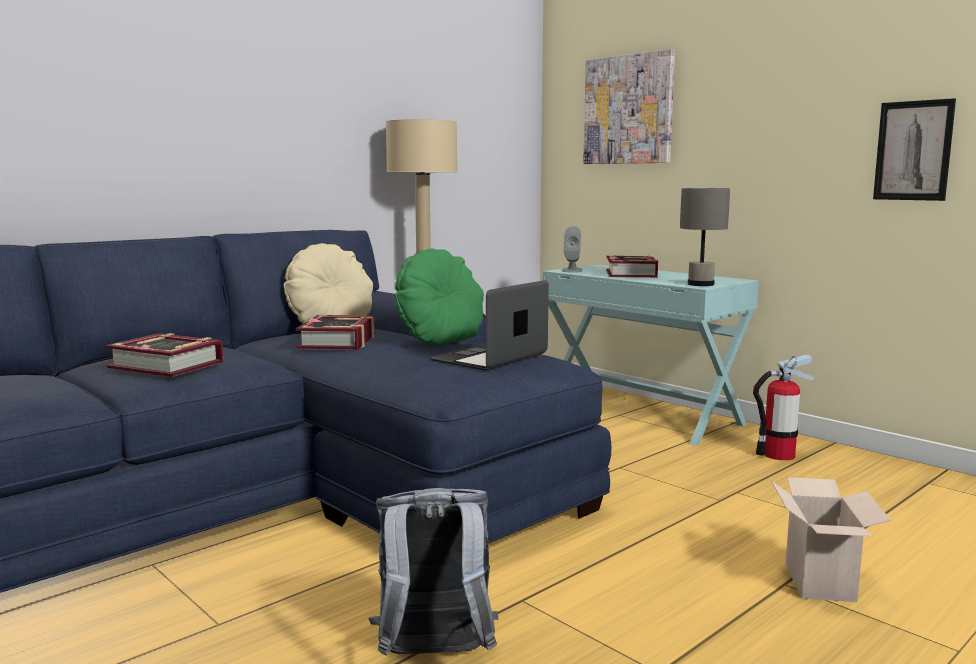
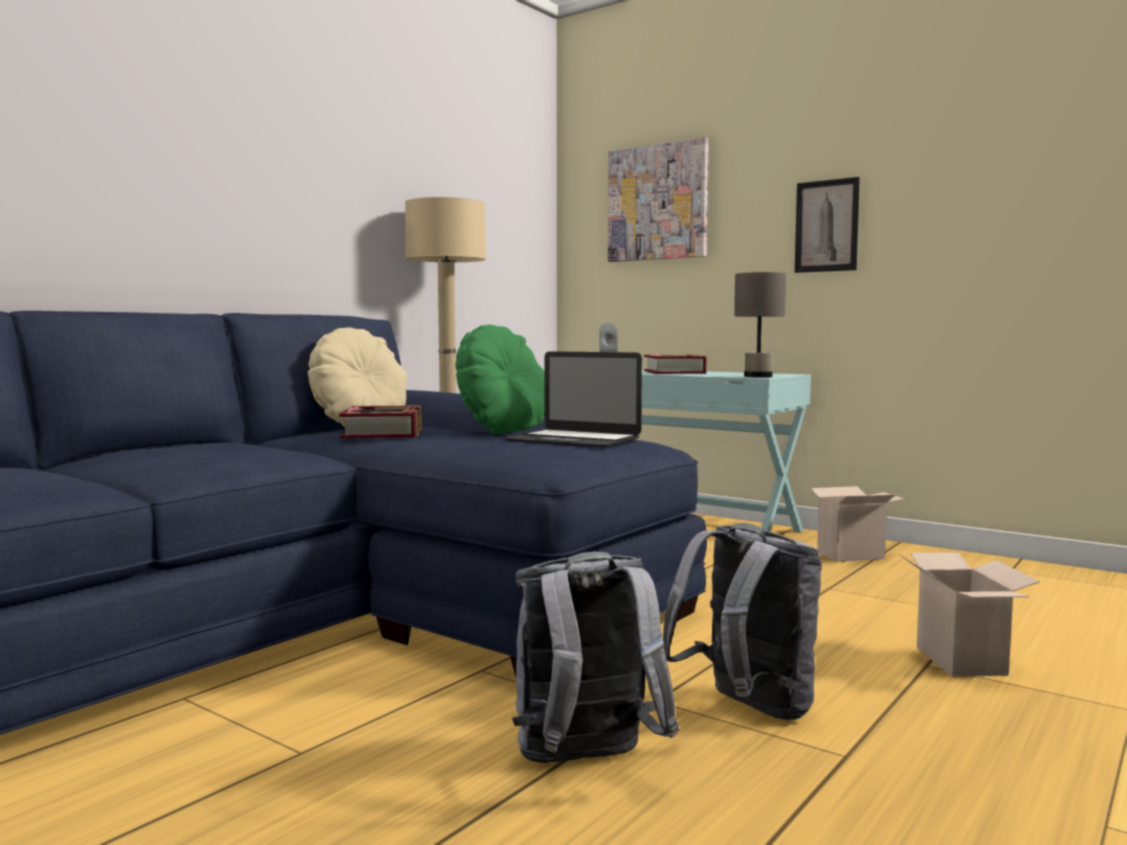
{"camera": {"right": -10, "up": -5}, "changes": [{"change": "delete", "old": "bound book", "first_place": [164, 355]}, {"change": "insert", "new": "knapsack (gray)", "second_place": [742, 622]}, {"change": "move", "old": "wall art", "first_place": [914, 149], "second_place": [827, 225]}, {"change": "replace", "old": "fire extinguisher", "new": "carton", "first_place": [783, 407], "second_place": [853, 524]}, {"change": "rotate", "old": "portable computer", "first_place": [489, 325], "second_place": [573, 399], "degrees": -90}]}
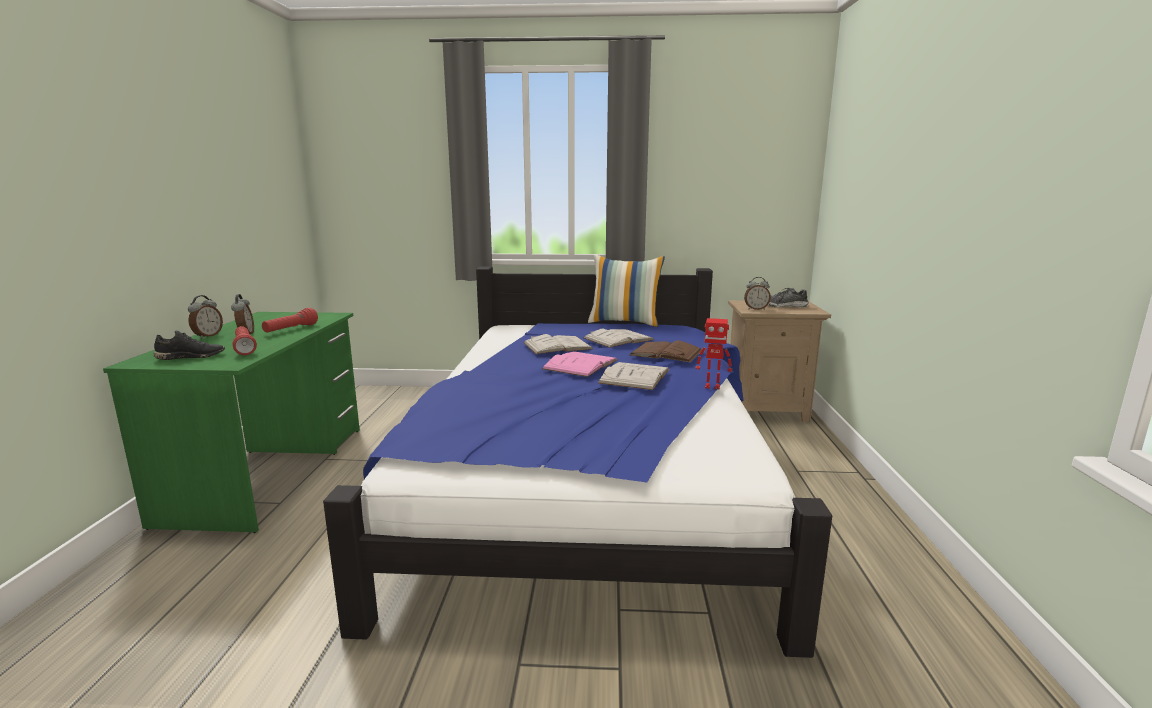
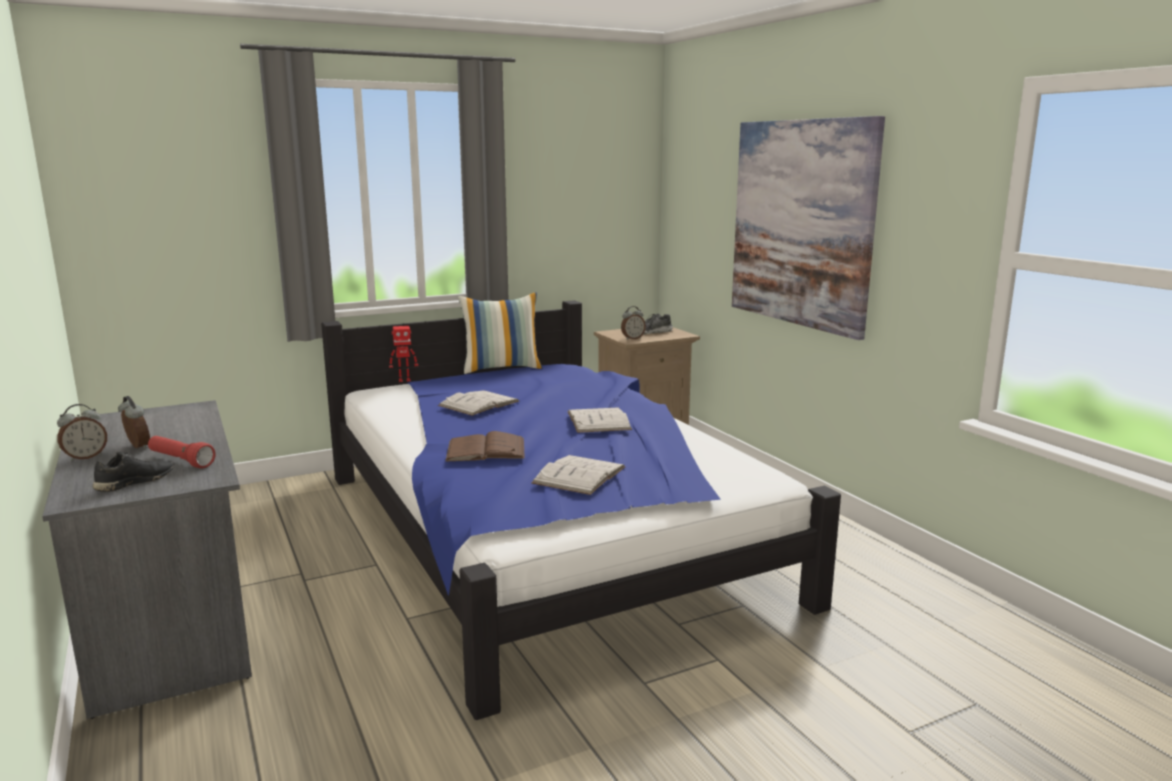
{"camera": {"right": -30, "up": 0}, "changes": [{"change": "delete", "old": "torch (red-coloured)", "first_place": [290, 320]}, {"change": "delete", "old": "bound book (pinkish)", "first_place": [579, 364]}, {"change": "insert", "new": "wall art", "second_place": [808, 228]}, {"change": "move", "old": "bound book (whitish)", "first_place": [619, 338], "second_place": [578, 475]}, {"change": "move", "old": "bound book (brown-coloured)", "first_place": [666, 351], "second_place": [485, 446]}, {"change": "move", "old": "toy robot", "first_place": [714, 354], "second_place": [403, 354]}, {"change": "recolor", "old": "desk table (green-coloured)", "new": "desk table (gray)", "first_place": [231, 422], "second_place": [147, 559]}, {"change": "rotate", "old": "table clock", "first_place": [205, 317], "second_place": [82, 432], "degrees": 60}]}
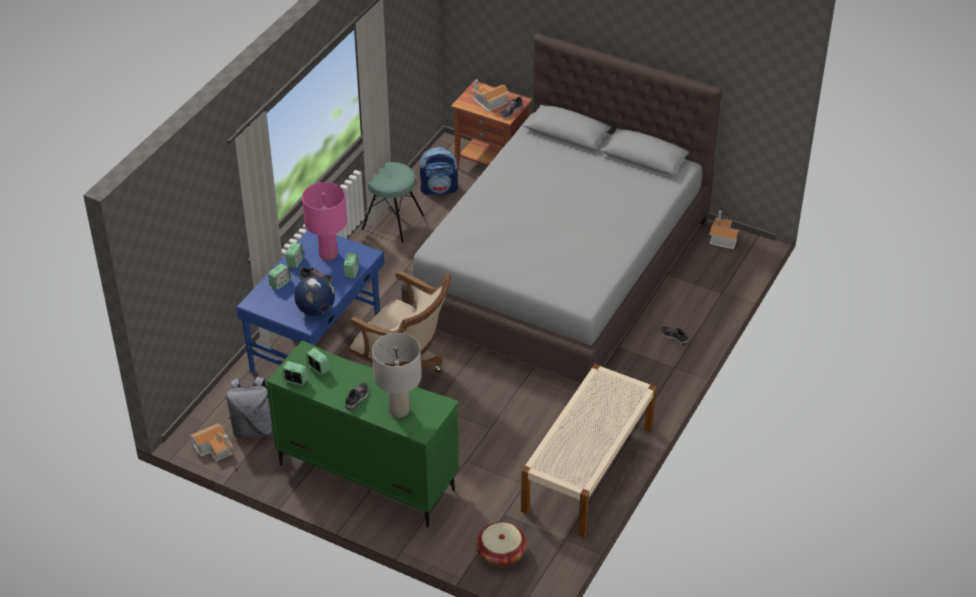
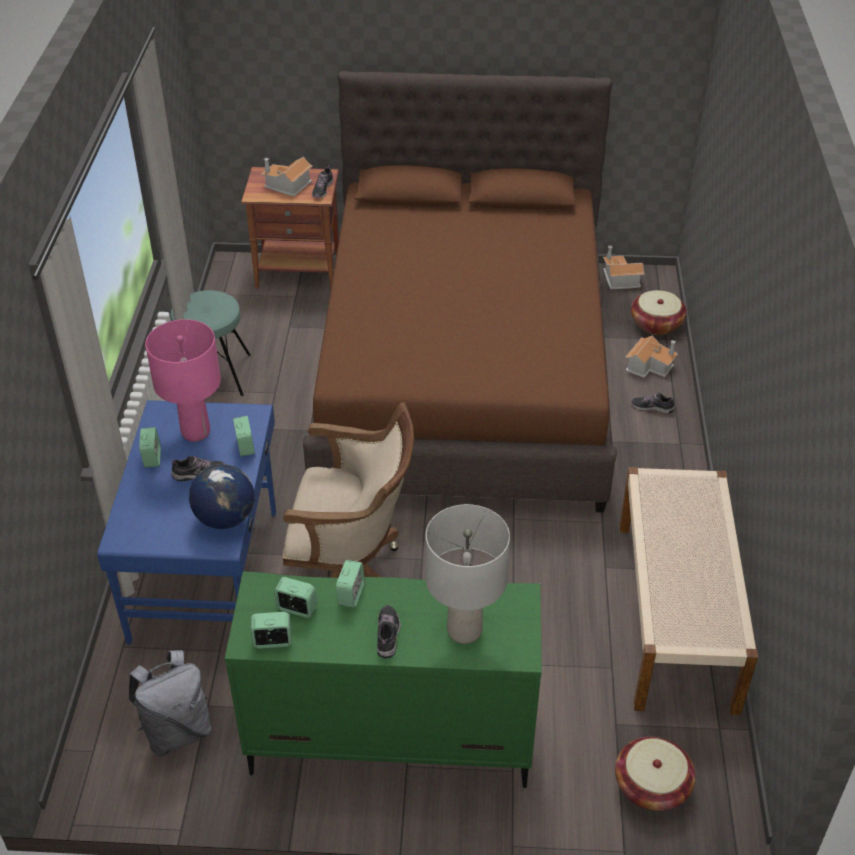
{"camera": {"right": -25, "up": 0}, "changes": [{"change": "delete", "old": "knapsack", "first_place": [439, 171]}, {"change": "insert", "new": "storage basket", "second_place": [659, 312]}, {"change": "move", "old": "model house", "first_place": [211, 443], "second_place": [652, 357]}, {"change": "move", "old": "table clock", "first_place": [279, 276], "second_place": [350, 584]}, {"change": "recolor", "old": "bed (gray)", "new": "bed (brown-coloured)", "first_place": [561, 213], "second_place": [460, 291]}]}
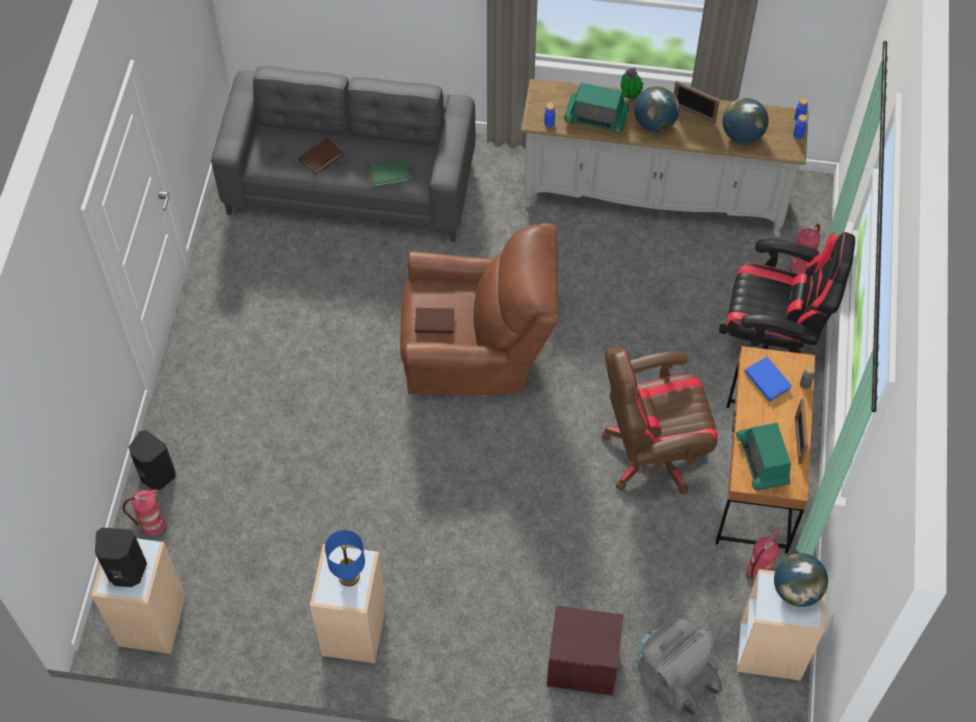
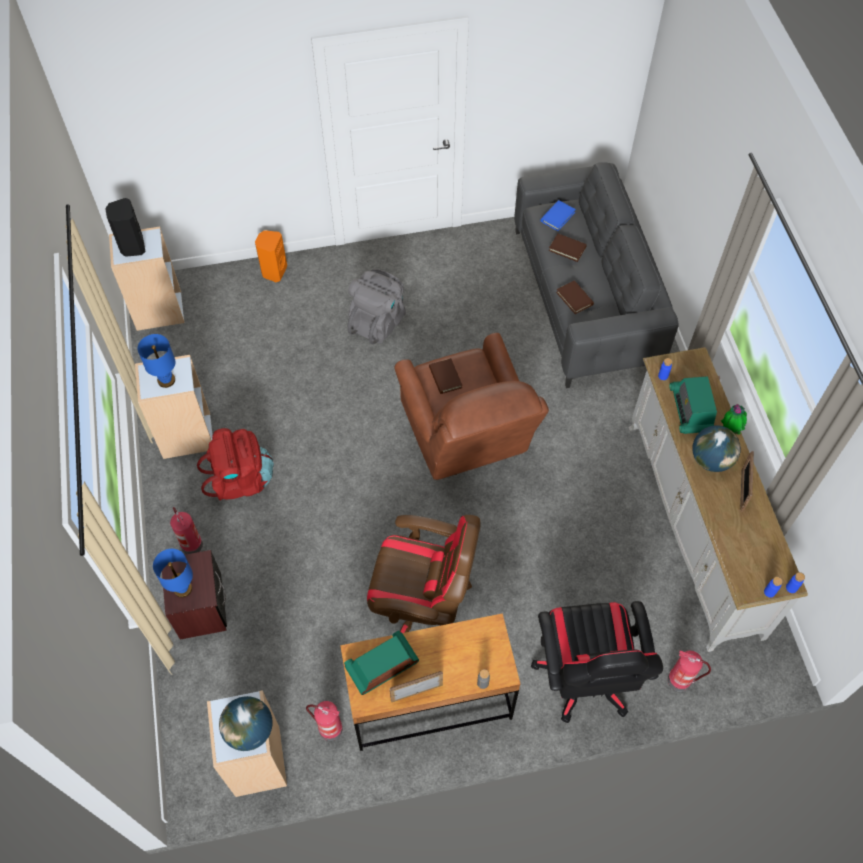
{"camera": {"right": 70, "up": 0}, "changes": [{"change": "delete", "old": "world globe", "first_place": [745, 121]}, {"change": "insert", "new": "table lamp (blue-coloured)", "second_place": [173, 573]}, {"change": "insert", "new": "knapsack (red-coloured)", "second_place": [235, 464]}, {"change": "move", "old": "fire extinguisher", "first_place": [145, 514], "second_place": [186, 530]}, {"change": "move", "old": "knapsack (gray)", "first_place": [679, 666], "second_place": [376, 306]}, {"change": "move", "old": "bound book (blue-coloured)", "first_place": [768, 379], "second_place": [558, 215]}, {"change": "recolor", "old": "audio speaker (black-coloured)", "new": "audio speaker (orangey)", "first_place": [152, 460], "second_place": [271, 256]}, {"change": "recolor", "old": "bound book (green-coloured)", "new": "bound book (brown-coloured)", "first_place": [389, 173], "second_place": [575, 297]}, {"change": "rotate", "old": "desk chair (brown-coloured)", "first_place": [660, 420], "second_place": [423, 574], "degrees": 135}]}
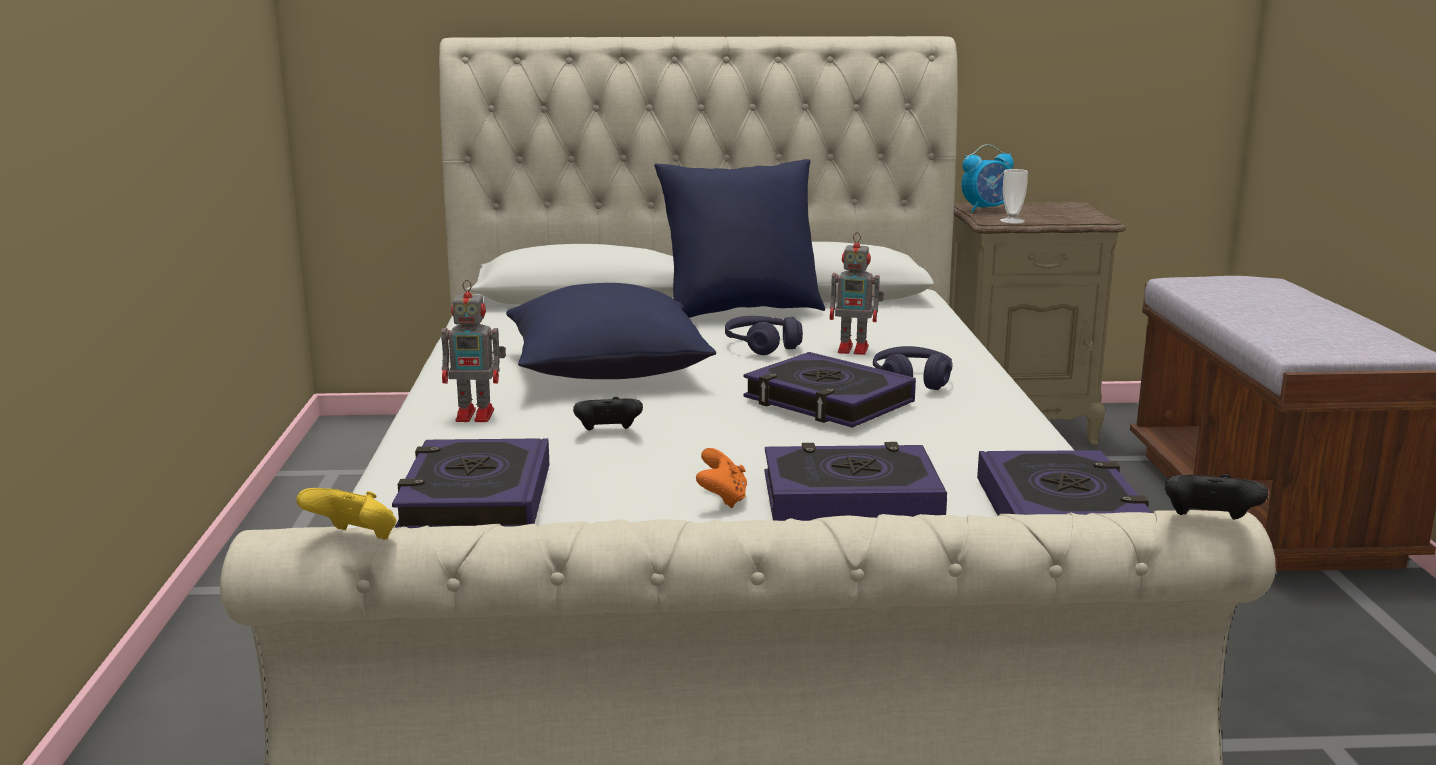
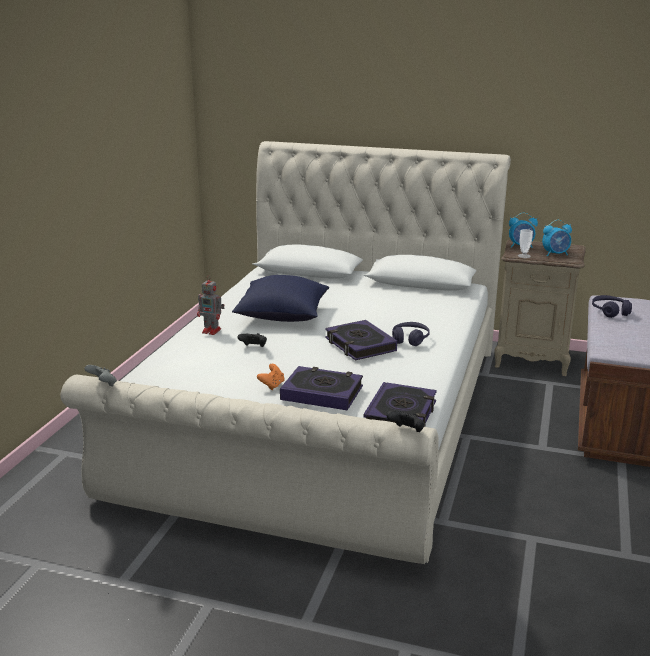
{"camera": {"right": 20, "up": 5}, "changes": [{"change": "delete", "old": "bound book", "first_place": [470, 483]}, {"change": "delete", "old": "pillow (blue-coloured)", "first_place": [739, 238]}, {"change": "delete", "old": "toy robot", "first_place": [856, 293]}, {"change": "insert", "new": "table clock", "second_place": [557, 238]}, {"change": "move", "old": "headphones (purple)", "first_place": [764, 335], "second_place": [612, 306]}, {"change": "recolor", "old": "game controller (yellow-coloured)", "new": "game controller (gray)", "first_place": [346, 514], "second_place": [100, 375]}]}
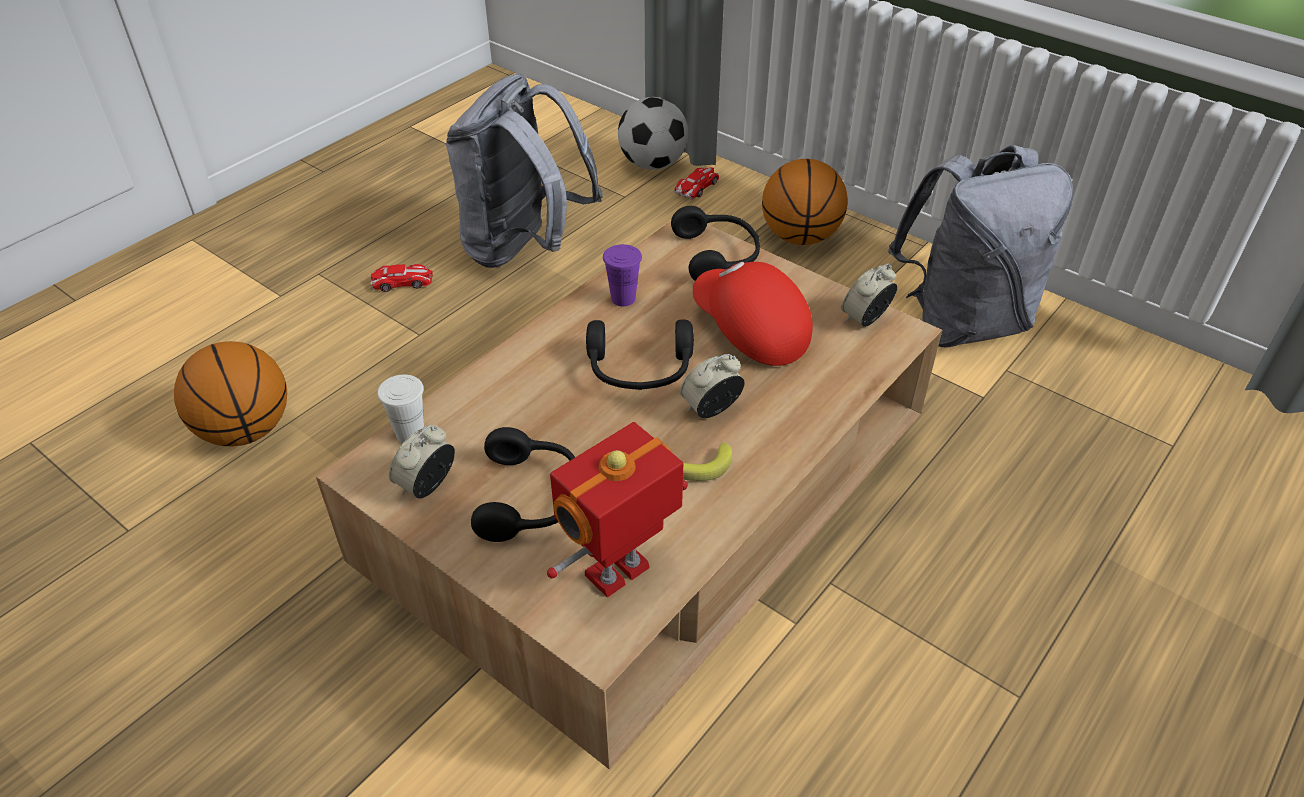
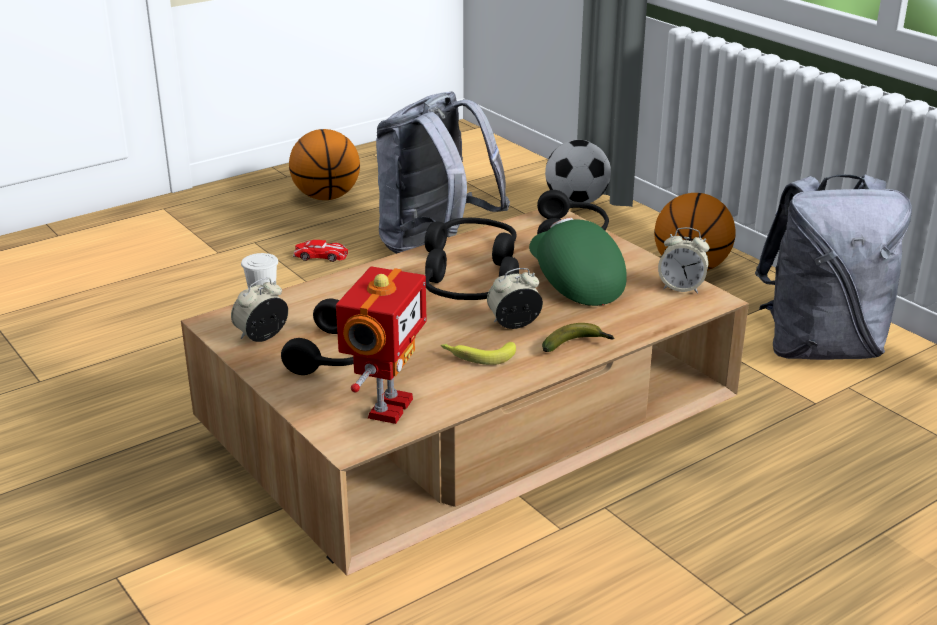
{"camera": {"right": 15, "up": -15}, "changes": [{"change": "delete", "old": "miniature car", "first_place": [696, 183]}, {"change": "insert", "new": "whole banana", "second_place": [578, 337]}, {"change": "move", "old": "ball for basketball", "first_place": [230, 393], "second_place": [324, 164]}, {"change": "replace", "old": "drinking cup (purple)", "new": "headphones (black-coloured)", "first_place": [622, 275], "second_place": [470, 242]}, {"change": "recolor", "old": "cap (red-coloured)", "new": "cap (green-coloured)", "first_place": [753, 314], "second_place": [578, 262]}, {"change": "rotate", "old": "toy robot", "first_place": [617, 510], "second_place": [381, 345], "degrees": 135}, {"change": "rotate", "old": "table clock", "first_place": [869, 295], "second_place": [684, 260], "degrees": -135}]}
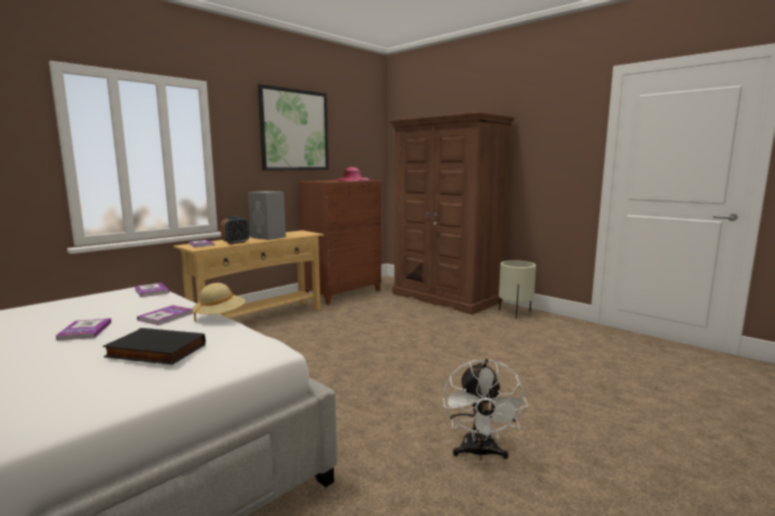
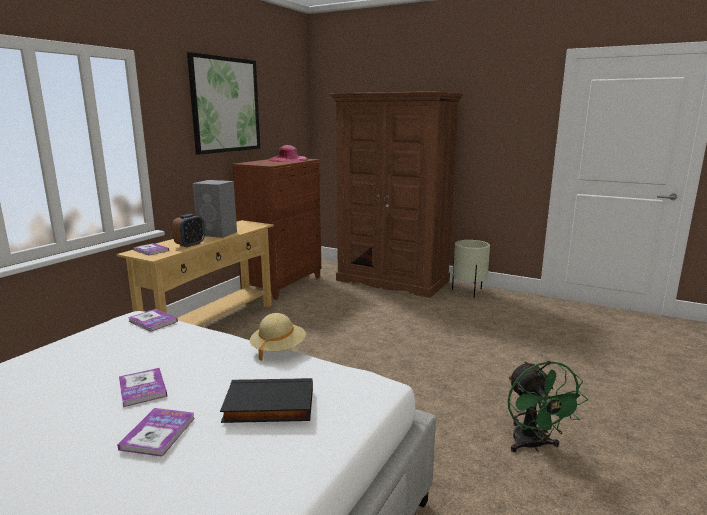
{"camera": {"right": -15, "up": 5}, "changes": [{"change": "move", "old": "bound book", "first_place": [165, 315], "second_place": [156, 432]}, {"change": "recolor", "old": "fan (whitish)", "new": "fan (green-coloured)", "first_place": [485, 409], "second_place": [548, 406]}]}
